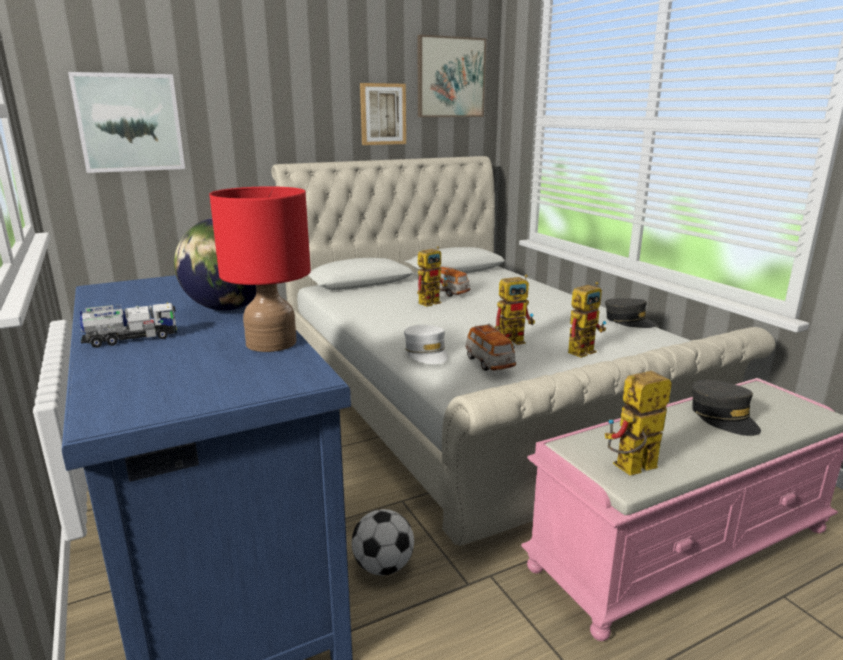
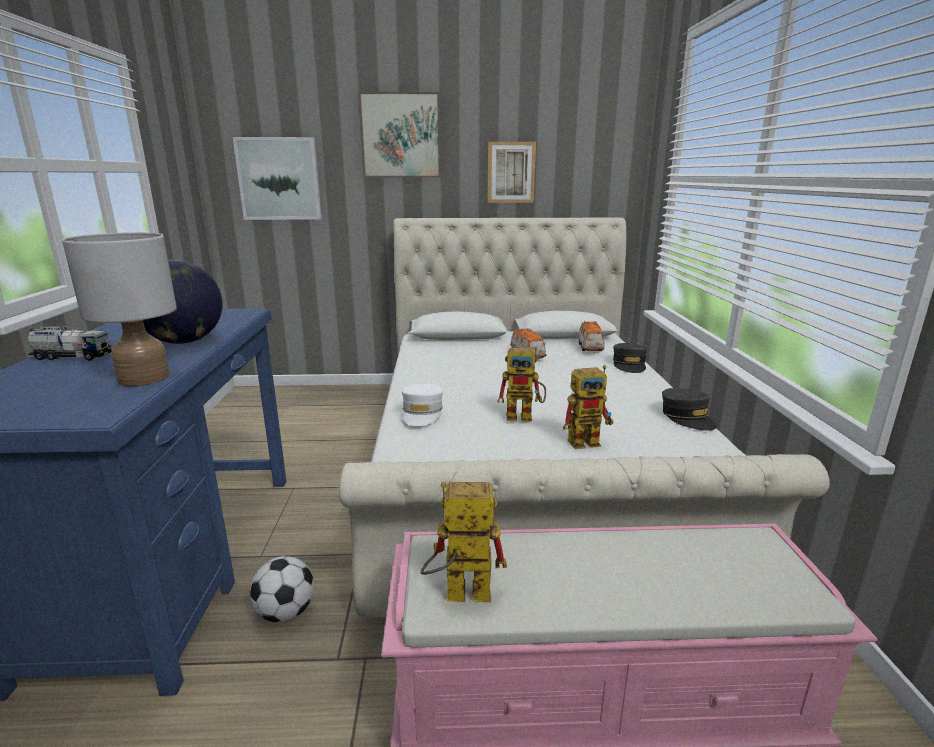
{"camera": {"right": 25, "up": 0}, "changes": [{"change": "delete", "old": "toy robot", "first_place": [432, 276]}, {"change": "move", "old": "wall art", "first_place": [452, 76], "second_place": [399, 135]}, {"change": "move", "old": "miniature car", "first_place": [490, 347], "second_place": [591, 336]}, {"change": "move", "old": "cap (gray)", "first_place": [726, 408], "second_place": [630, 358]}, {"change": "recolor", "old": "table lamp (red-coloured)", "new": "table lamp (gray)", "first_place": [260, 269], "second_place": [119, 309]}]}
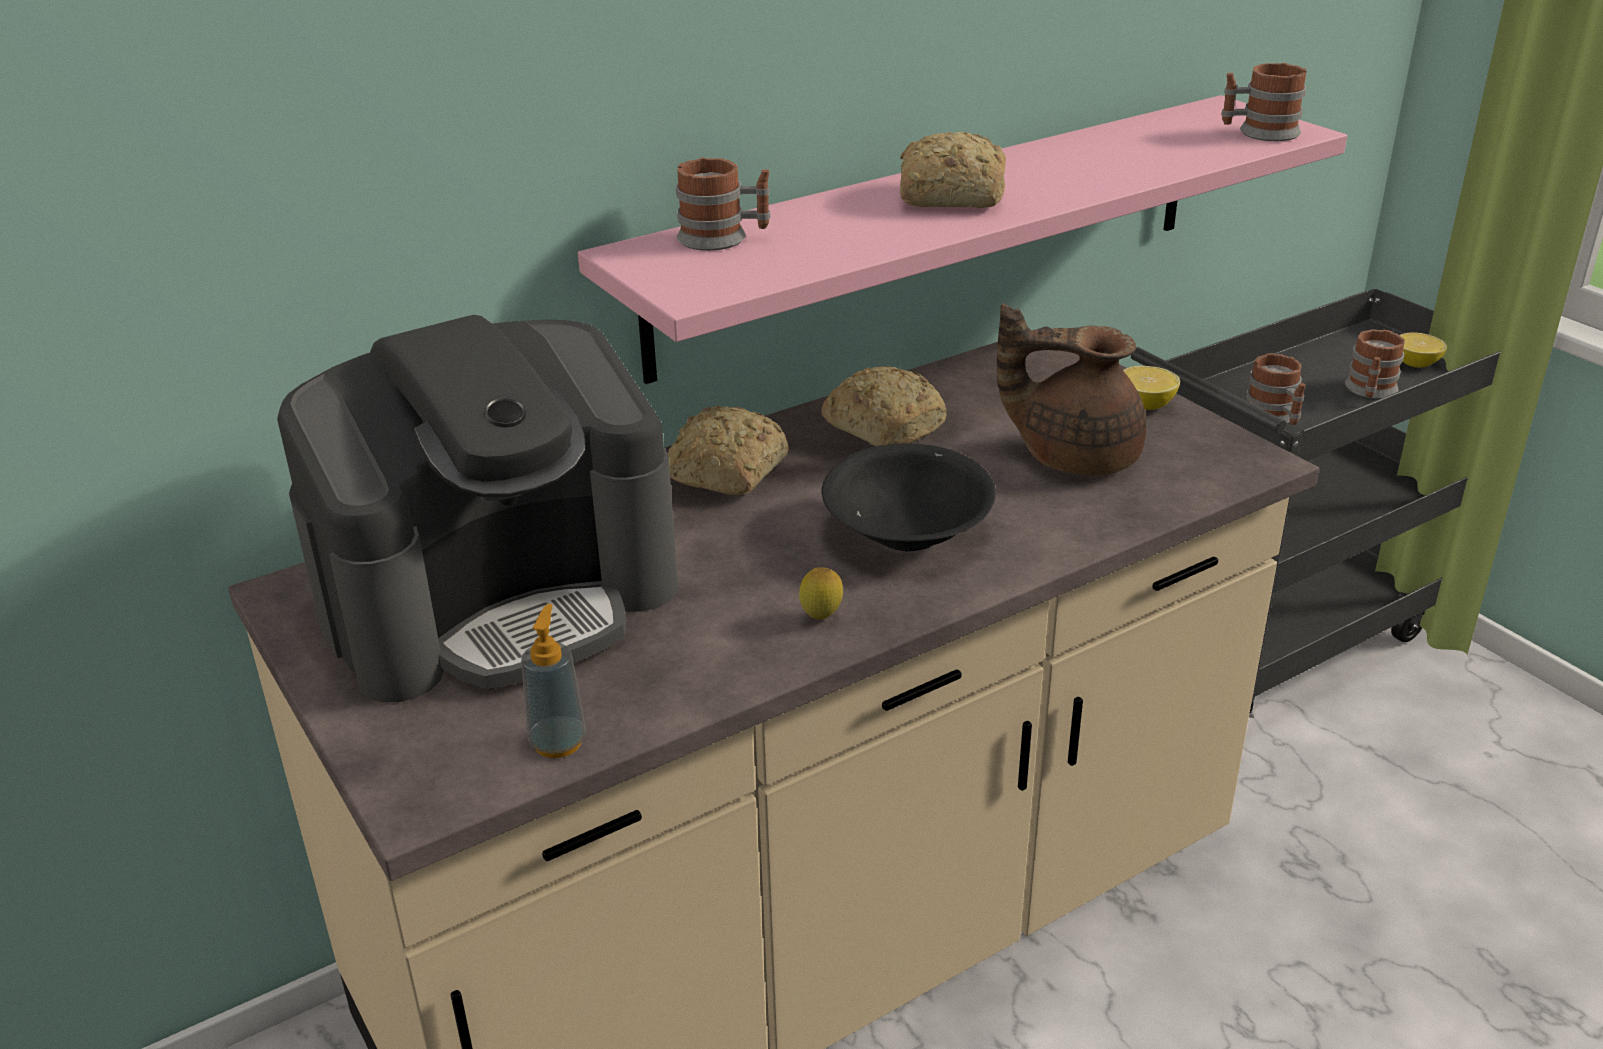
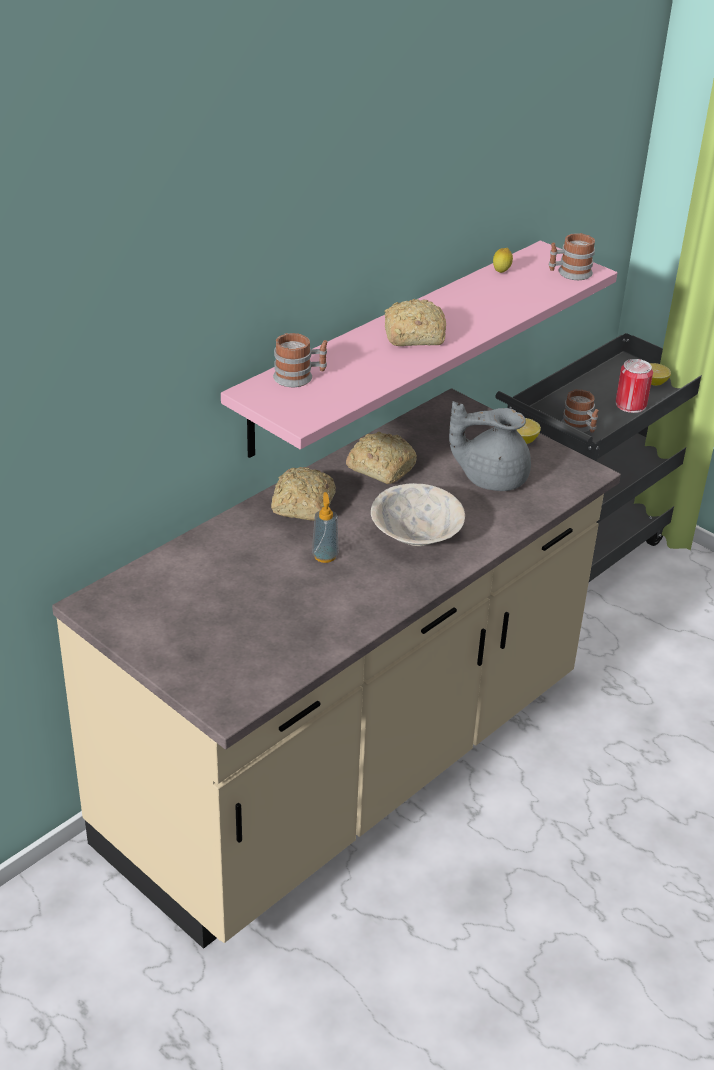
{"camera": {"right": -15, "up": 5}, "changes": [{"change": "delete", "old": "coffee machine", "first_place": [477, 508]}, {"change": "move", "old": "liquid soap bottle", "first_place": [553, 681], "second_place": [325, 527]}, {"change": "move", "old": "whole lemon", "first_place": [821, 593], "second_place": [503, 260]}, {"change": "replace", "old": "tea mug", "new": "metal can", "first_place": [1375, 364], "second_place": [634, 386]}, {"change": "recolor", "old": "deep dish (black-coloured)", "new": "deep dish (beige)", "first_place": [908, 497], "second_place": [418, 514]}, {"change": "recolor", "old": "teapot (brown-coloured)", "new": "teapot (gray)", "first_place": [1071, 389], "second_place": [490, 446]}]}
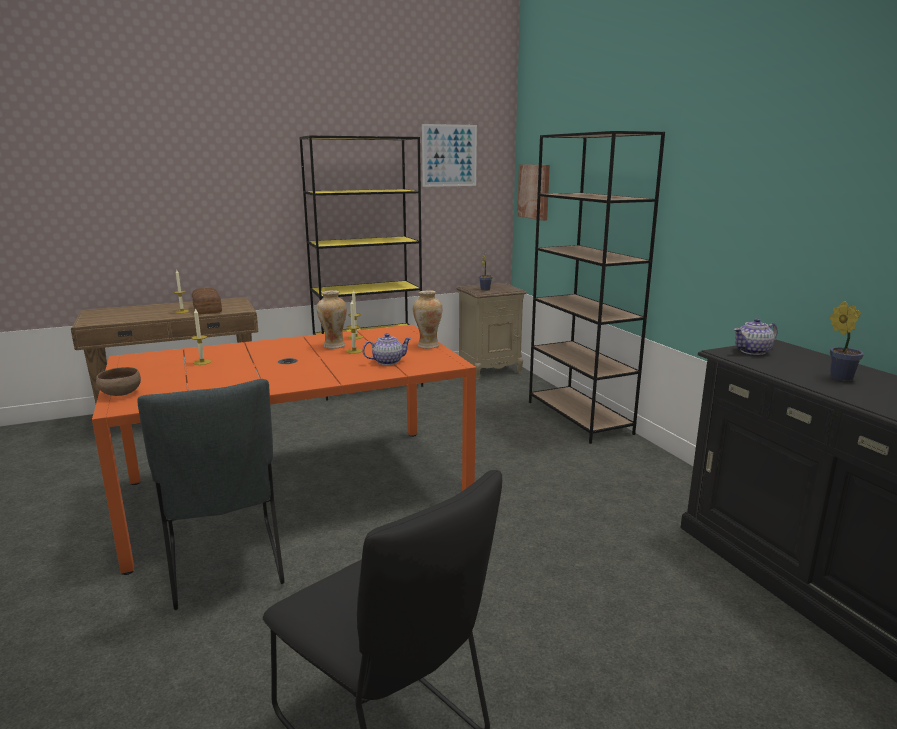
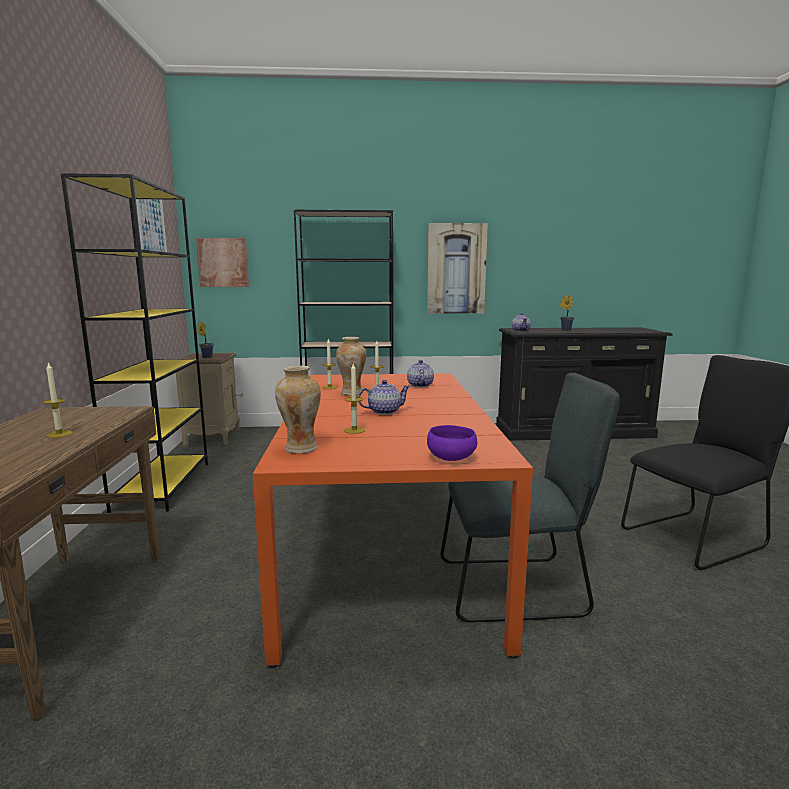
{"camera": {"right": -70, "up": -5}, "changes": [{"change": "delete", "old": "baked bread", "first_place": [207, 301]}, {"change": "insert", "new": "teapot", "second_place": [384, 397]}, {"change": "insert", "new": "wall art", "second_place": [457, 268]}, {"change": "move", "old": "vase", "first_place": [427, 319], "second_place": [298, 410]}, {"change": "recolor", "old": "deep dish (brown-coloured)", "new": "deep dish (purple)", "first_place": [118, 381], "second_place": [452, 443]}]}
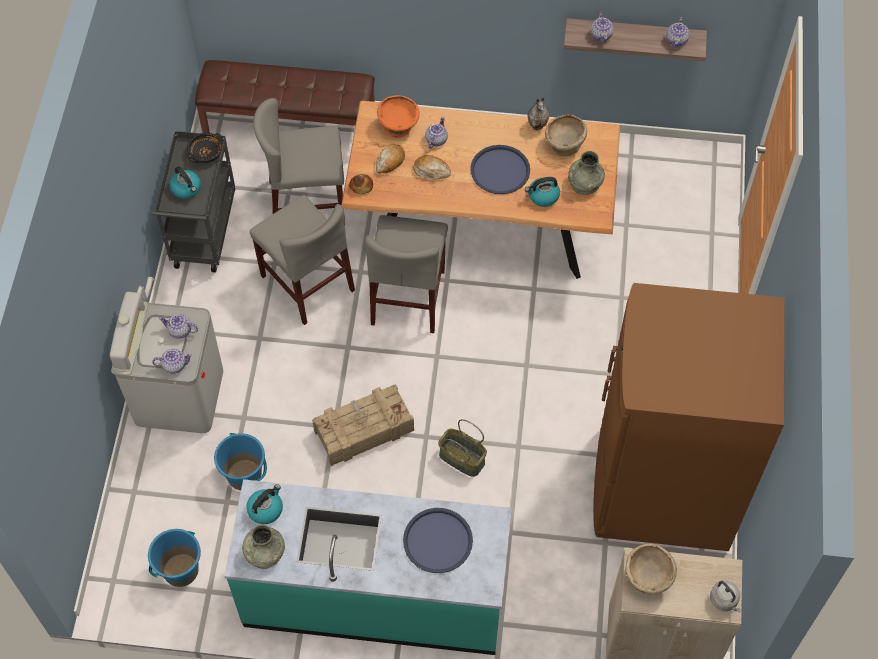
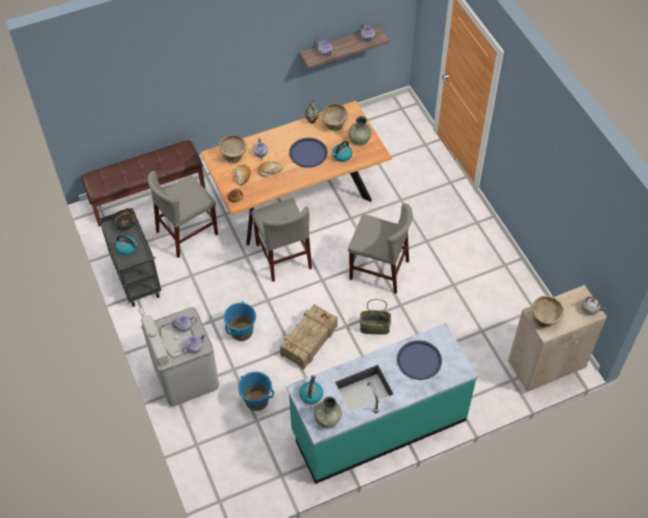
{"camera": {"right": -30, "up": -5}, "changes": [{"change": "delete", "old": "refrigerator (brown-coloured)", "first_place": [689, 417]}, {"change": "move", "old": "pail (blue-coloured)", "first_place": [174, 558], "second_place": [240, 321]}, {"change": "move", "old": "chair (gray)", "first_place": [302, 260], "second_place": [380, 249]}, {"change": "recolor", "old": "deep dish (orangey)", "new": "deep dish (beige)", "first_place": [398, 116], "second_place": [233, 149]}]}
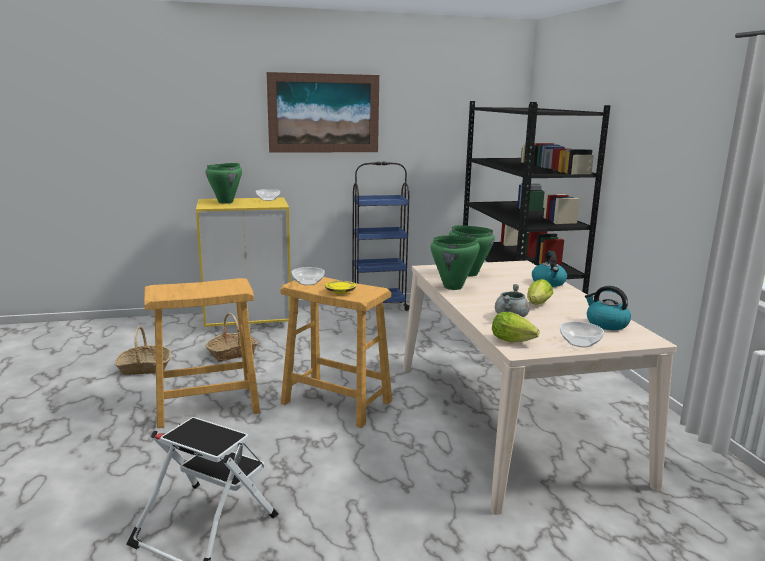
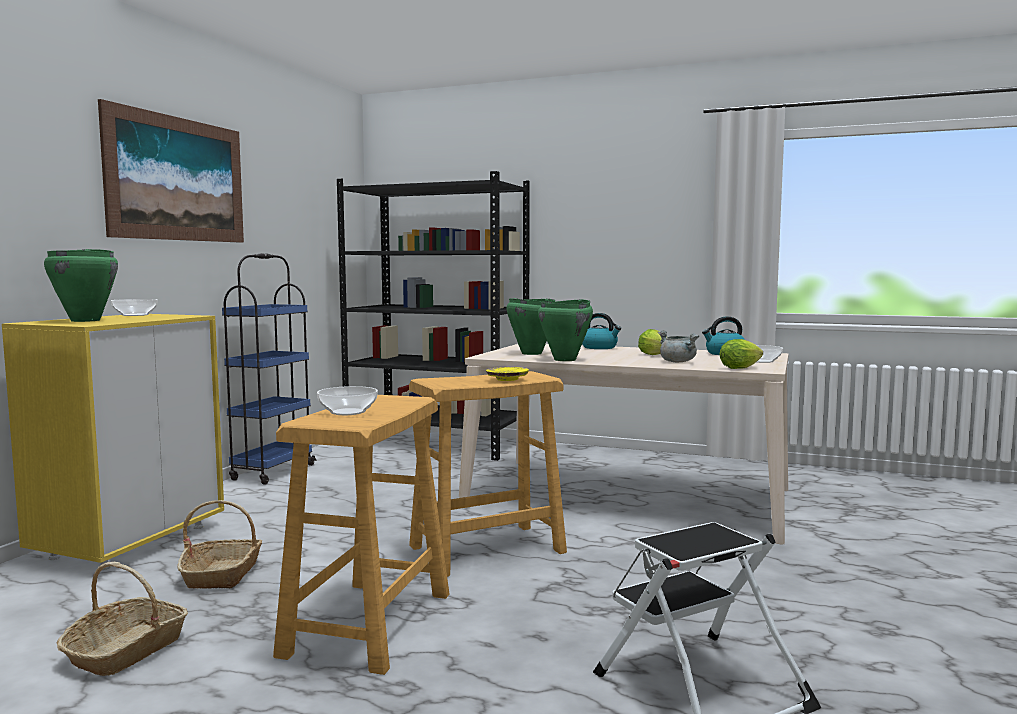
{"camera": {"right": -55, "up": -10}, "changes": [{"change": "move", "old": "deep dish", "first_place": [308, 276], "second_place": [347, 400]}]}
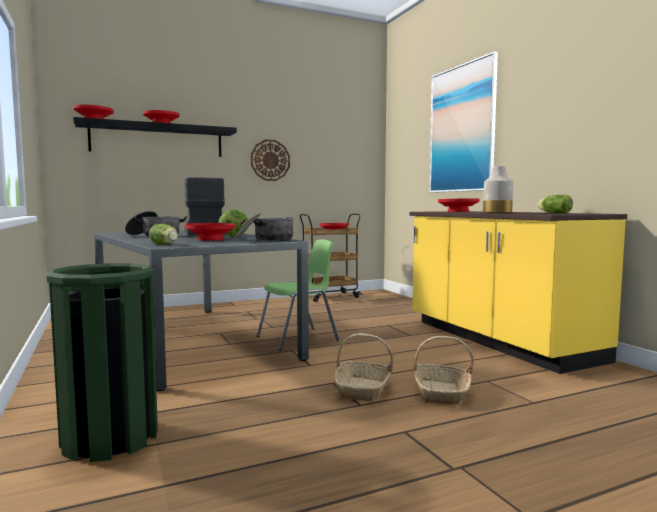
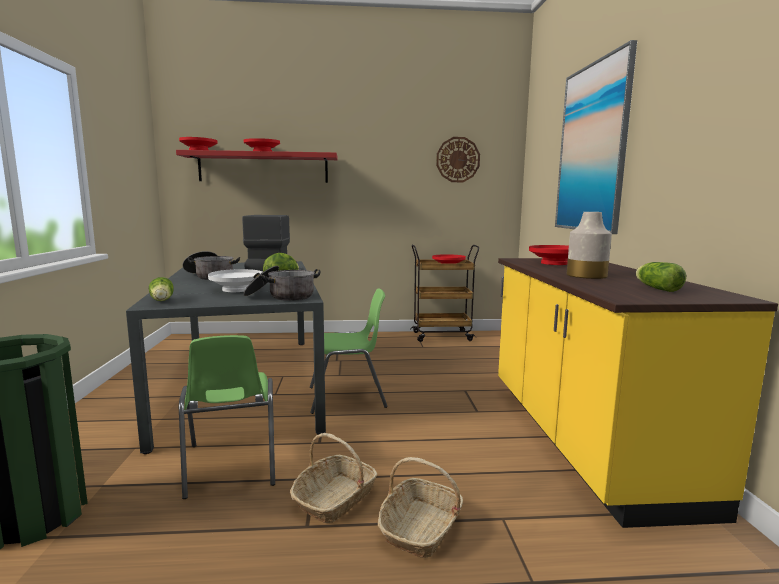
{"camera": {"right": 20, "up": 5}, "changes": [{"change": "insert", "new": "chair (green-coloured)", "second_place": [227, 417]}, {"change": "move", "old": "wall clock", "first_place": [270, 160], "second_place": [458, 159]}, {"change": "recolor", "old": "wall shelf (black-coloured)", "new": "wall shelf (red-coloured)", "first_place": [155, 137], "second_place": [257, 166]}, {"change": "recolor", "old": "deep dish (red-coloured)", "new": "deep dish (whitish)", "first_place": [210, 232], "second_place": [235, 280]}]}
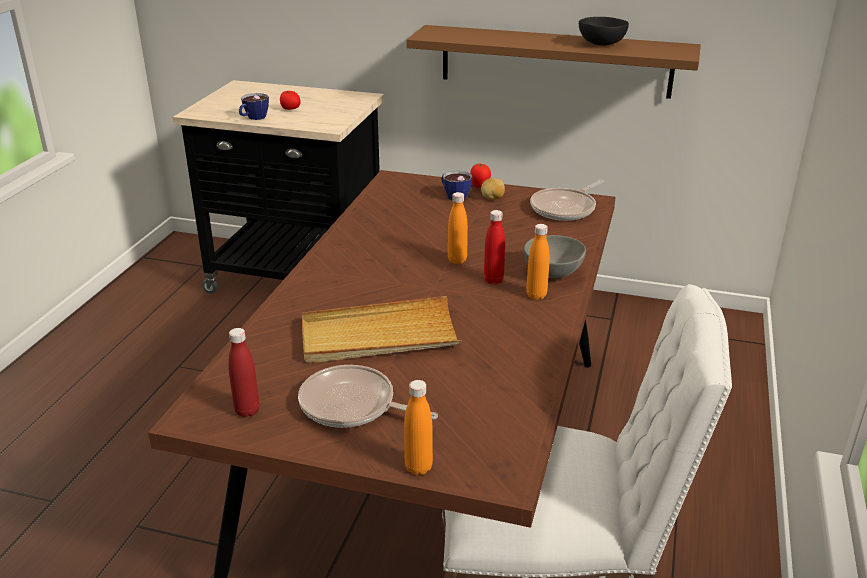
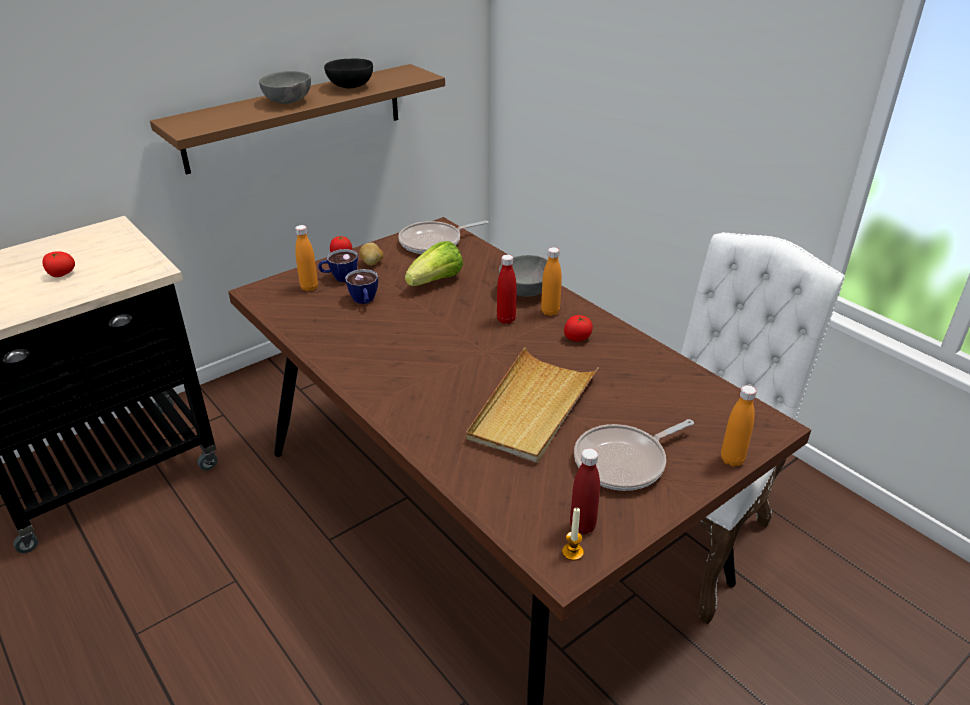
{"camera": {"right": -55, "up": 5}, "changes": [{"change": "insert", "new": "deep dish (gray)", "second_place": [285, 87]}, {"change": "insert", "new": "lettuce", "second_place": [434, 263]}, {"change": "insert", "new": "wax candle", "second_place": [573, 534]}, {"change": "insert", "new": "tomato", "second_place": [578, 328]}, {"change": "move", "old": "drinking cup", "first_place": [254, 106], "second_place": [361, 286]}, {"change": "move", "old": "drink bottle (orangey)", "first_place": [458, 228], "second_place": [306, 258]}, {"change": "rotate", "old": "pan", "first_place": [567, 200], "second_place": [443, 237], "degrees": 75}]}
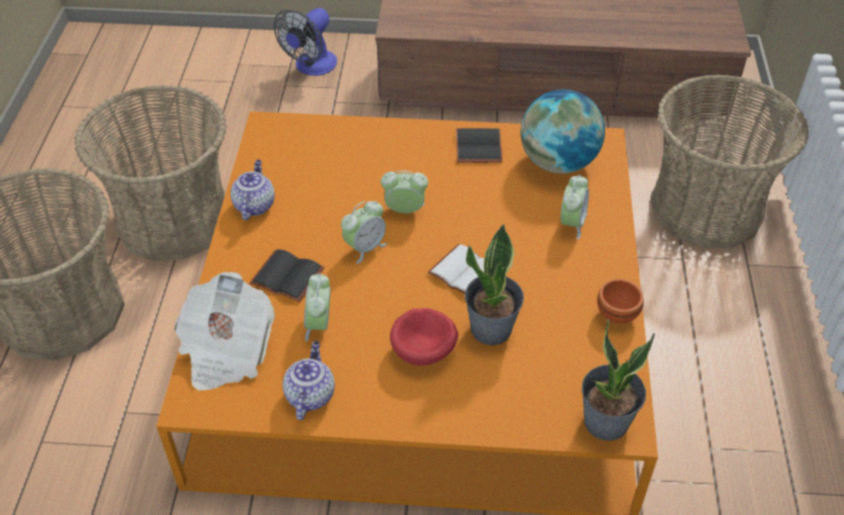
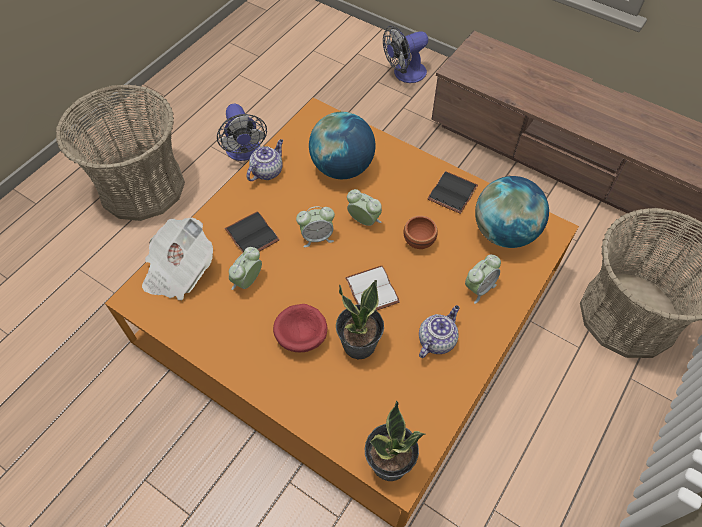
{"camera": {"right": 30, "up": 10}, "changes": [{"change": "insert", "new": "world globe", "second_place": [342, 145]}, {"change": "move", "old": "teapot", "first_place": [308, 380], "second_place": [439, 331]}, {"change": "move", "old": "deep dish (brown-coloured)", "first_place": [620, 301], "second_place": [420, 232]}, {"change": "replace", "old": "storage basket", "new": "fan", "first_place": [150, 173], "second_place": [242, 132]}]}
